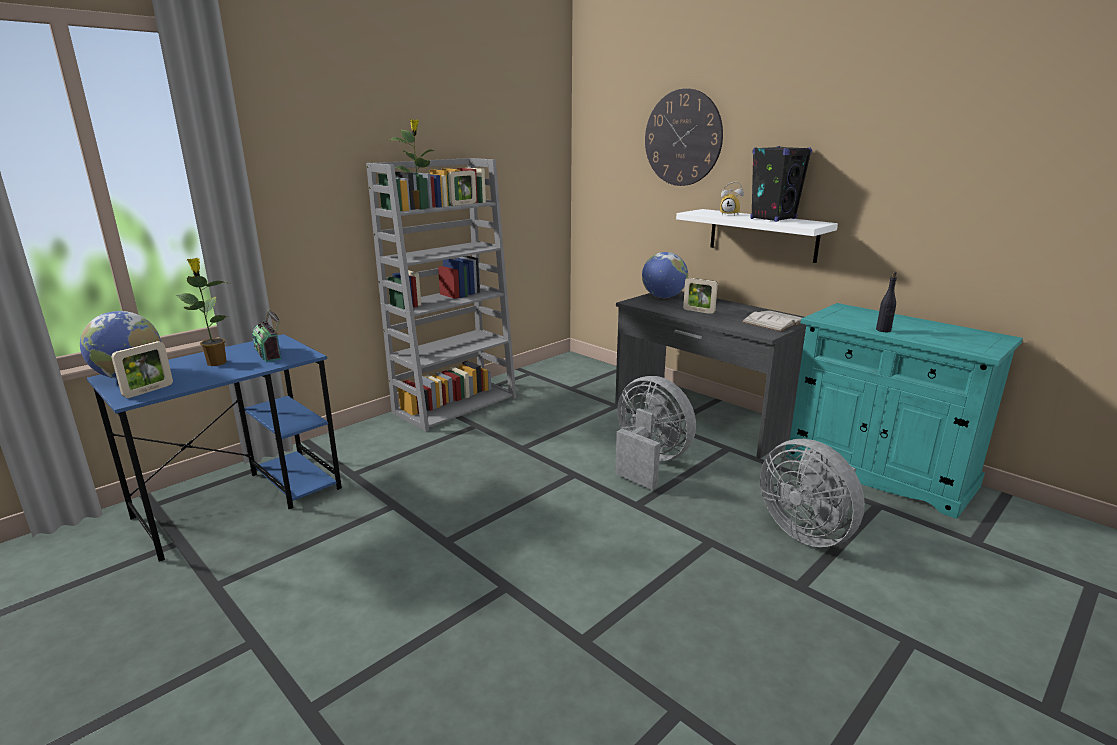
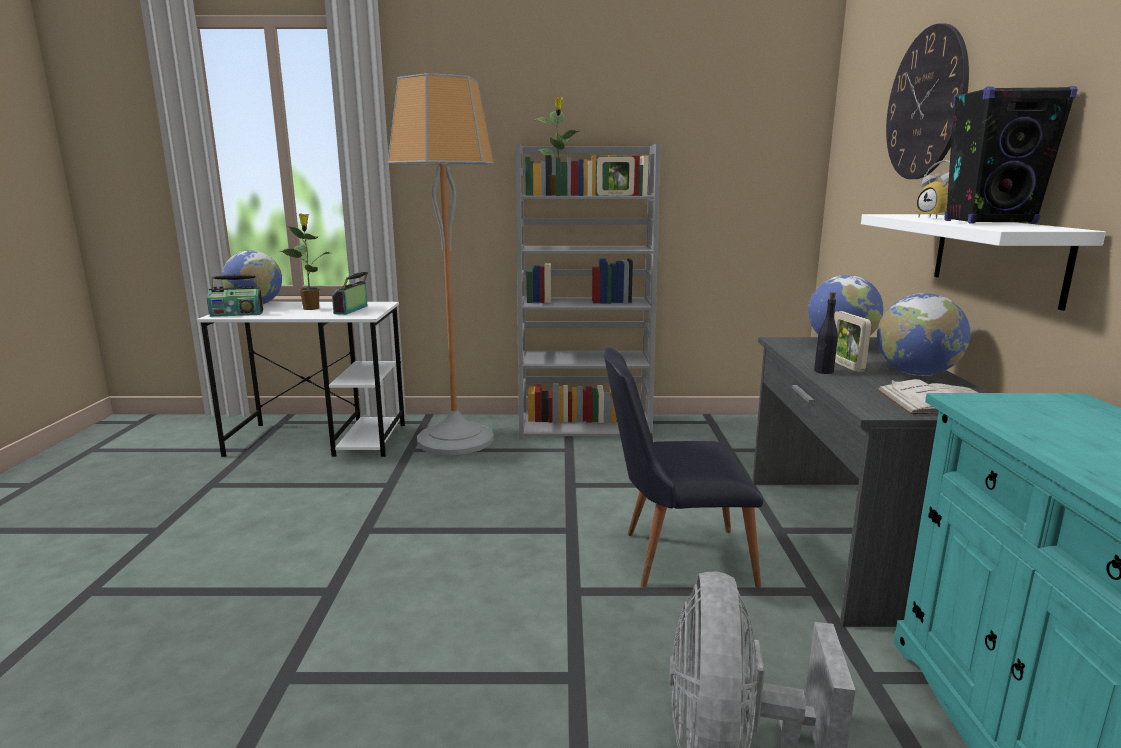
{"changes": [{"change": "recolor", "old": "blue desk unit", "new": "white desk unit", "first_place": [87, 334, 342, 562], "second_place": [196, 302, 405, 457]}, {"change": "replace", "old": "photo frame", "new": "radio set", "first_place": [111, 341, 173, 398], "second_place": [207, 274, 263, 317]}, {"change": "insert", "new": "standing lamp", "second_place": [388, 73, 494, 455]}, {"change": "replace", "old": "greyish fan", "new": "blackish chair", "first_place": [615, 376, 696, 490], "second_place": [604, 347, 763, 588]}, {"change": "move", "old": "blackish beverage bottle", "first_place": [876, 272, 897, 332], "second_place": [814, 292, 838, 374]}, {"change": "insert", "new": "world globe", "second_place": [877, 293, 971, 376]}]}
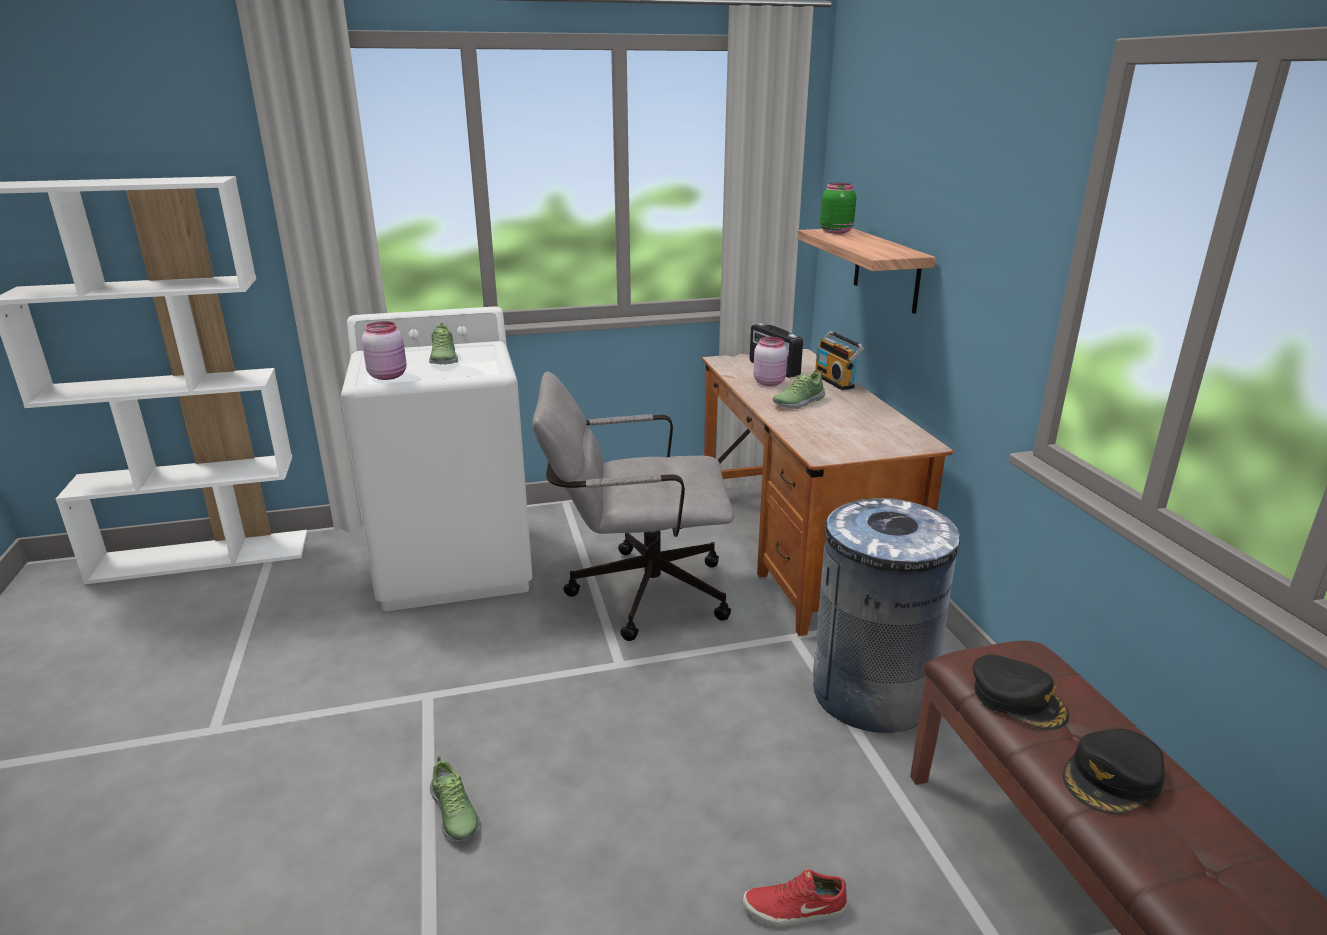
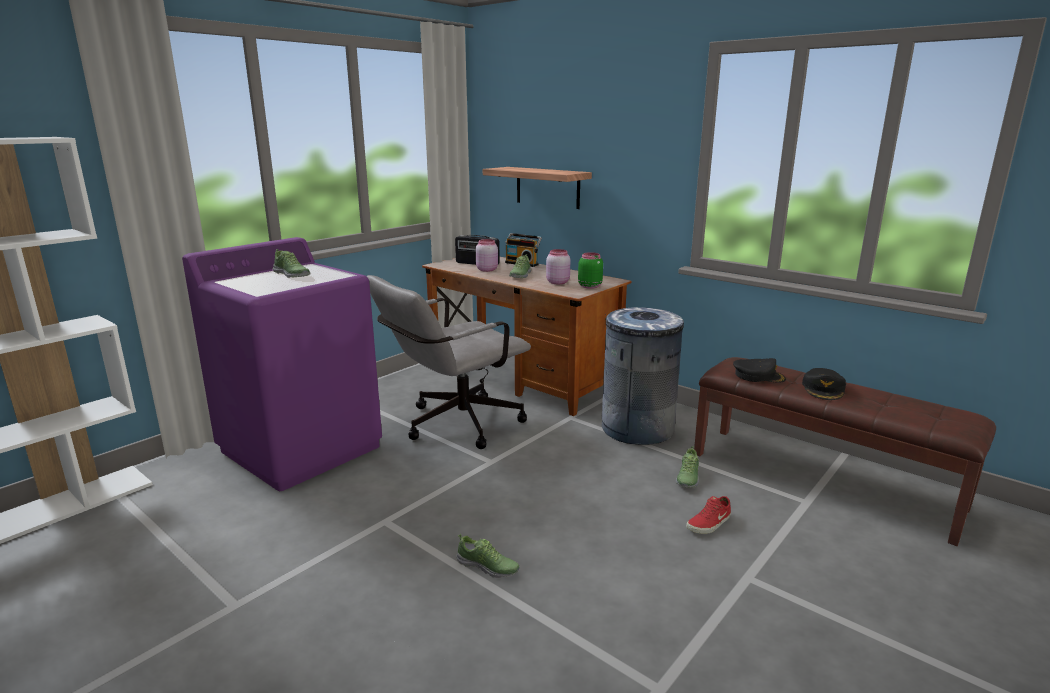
{"changes": [{"change": "recolor", "old": "white laundry machine", "new": "purple laundry machine", "first_place": [341, 306, 532, 611], "second_place": [182, 237, 382, 491]}, {"change": "move", "old": "pink storage jar", "first_place": [362, 321, 407, 380], "second_place": [546, 249, 570, 284]}, {"change": "move", "old": "green storage jar", "first_place": [820, 183, 856, 234], "second_place": [578, 252, 603, 289]}, {"change": "insert", "new": "shoe", "second_place": [676, 446, 699, 488]}]}
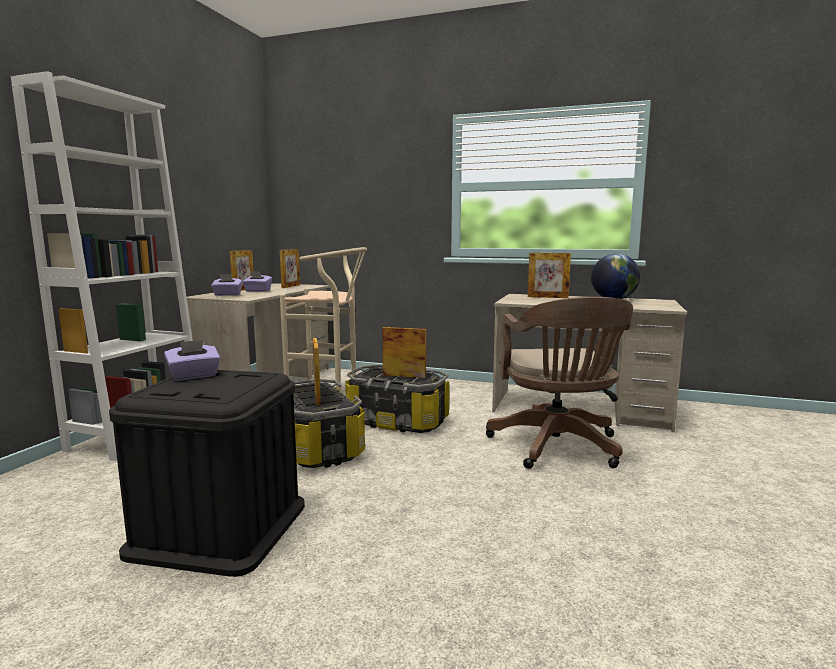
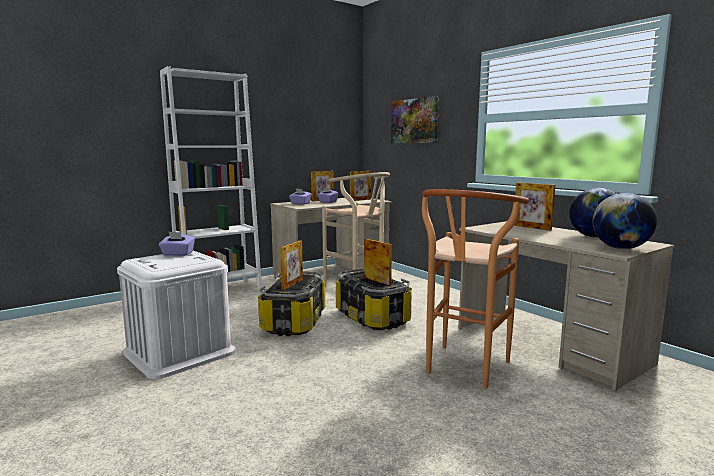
{"changes": [{"change": "recolor", "old": "blackish storage bin", "new": "white storage bin", "first_place": [109, 370, 305, 577], "second_place": [117, 251, 235, 379]}, {"change": "insert", "new": "picture", "second_place": [391, 96, 439, 143]}, {"change": "replace", "old": "brown computer chair", "new": "brown stool", "first_place": [486, 297, 633, 469], "second_place": [422, 189, 529, 388]}, {"change": "insert", "new": "world globe", "second_place": [592, 193, 657, 249]}]}
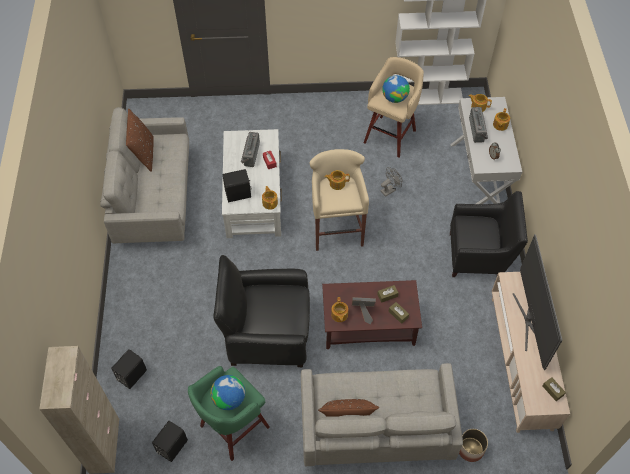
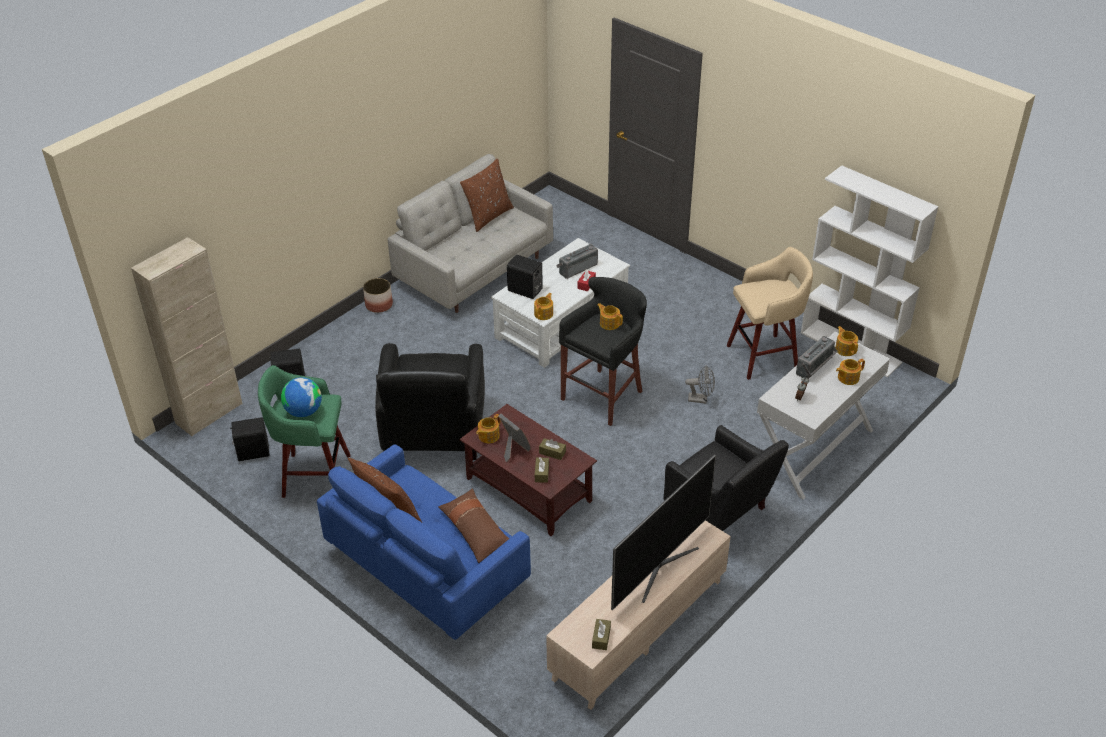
{"changes": [{"change": "recolor", "old": "greyish sofa", "new": "blue sofa", "first_place": [301, 363, 463, 466], "second_place": [317, 444, 531, 640]}, {"change": "move", "old": "planter", "first_place": [459, 429, 488, 462], "second_place": [363, 278, 393, 313]}, {"change": "rotate", "old": "blackish lounge chair", "first_place": [213, 255, 310, 367], "second_place": [375, 343, 485, 460], "degrees": -135}, {"change": "insert", "new": "brown pillow", "second_place": [438, 488, 509, 563]}, {"change": "recolor", "old": "beige stool", "new": "blackish stool", "first_place": [310, 149, 369, 251], "second_place": [559, 277, 647, 426]}, {"change": "delete", "old": "world globe", "first_place": [382, 75, 410, 103]}]}
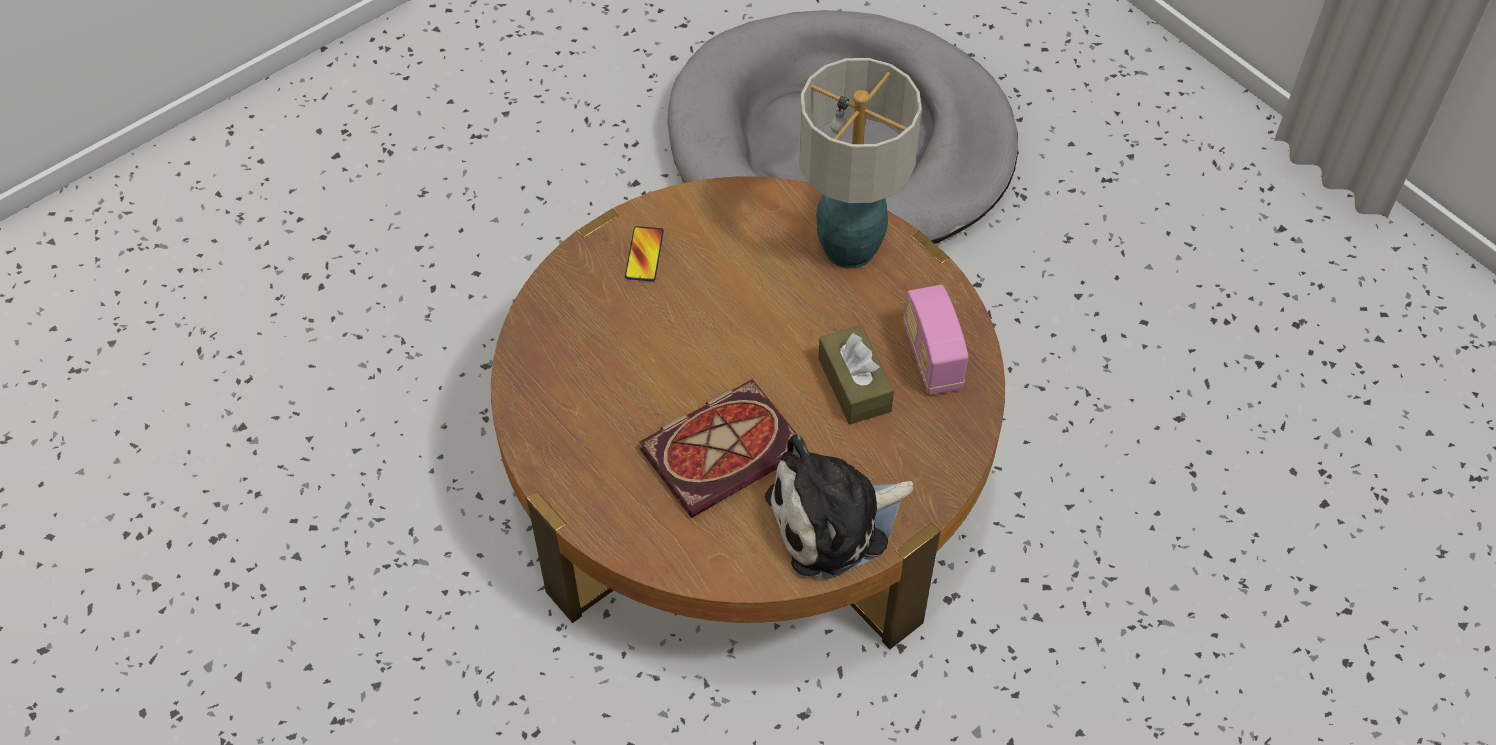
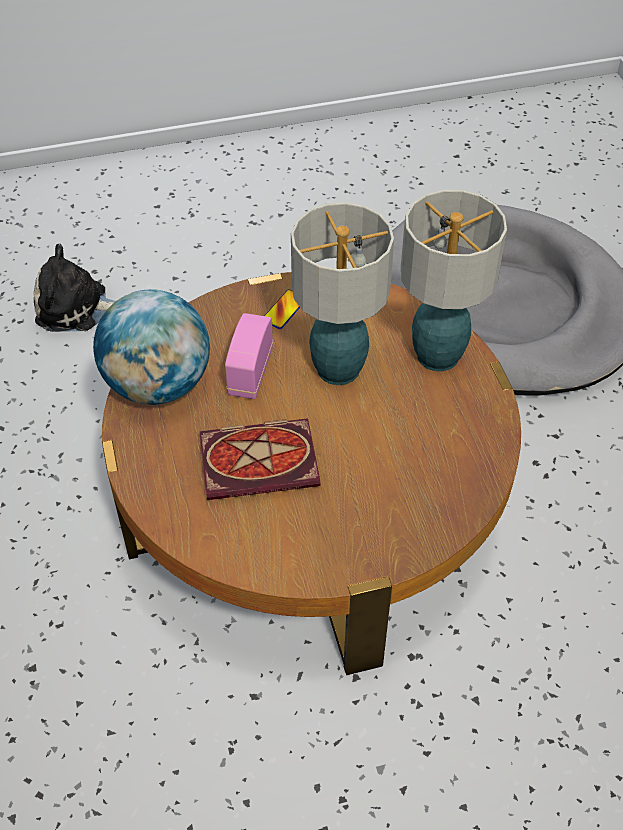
{"changes": [{"change": "move", "old": "cuddly toy", "first_place": [765, 434, 913, 579], "second_place": [34, 244, 116, 332]}, {"change": "insert", "new": "world globe", "second_place": [93, 289, 210, 405]}, {"change": "move", "old": "radio set", "first_place": [903, 285, 968, 395], "second_place": [225, 313, 273, 399]}, {"change": "insert", "new": "table lamp", "second_place": [291, 202, 394, 385]}, {"change": "delete", "old": "brown tissue holder", "first_place": [818, 325, 894, 424]}]}
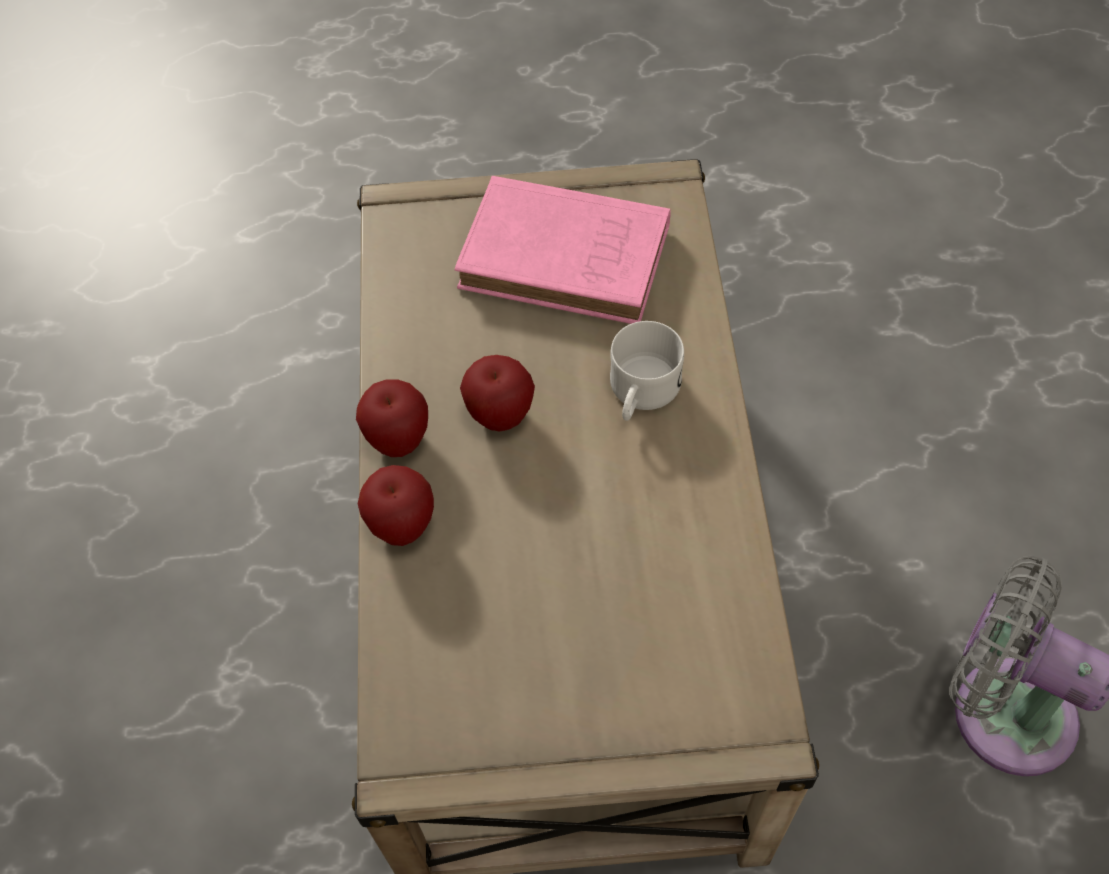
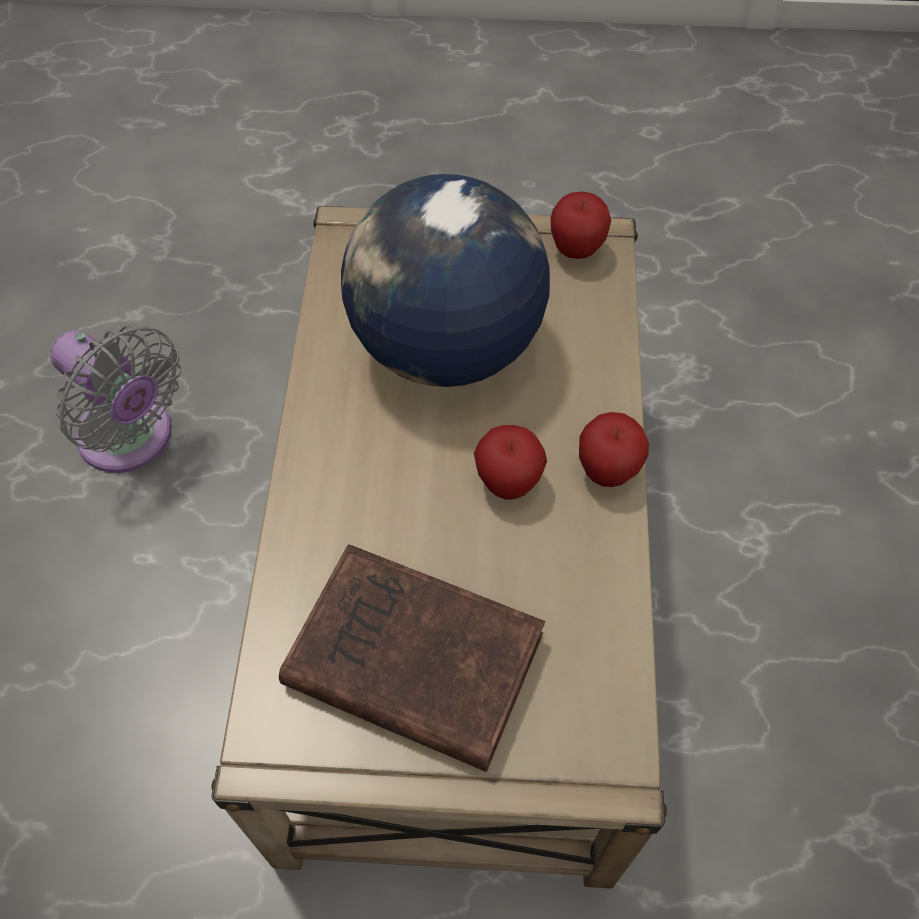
{"changes": [{"change": "recolor", "old": "pink bound book", "new": "brown bound book", "first_place": [455, 176, 671, 324], "second_place": [279, 544, 545, 772]}, {"change": "insert", "new": "world globe", "second_place": [341, 174, 550, 387]}, {"change": "move", "old": "apple", "first_place": [358, 465, 434, 546], "second_place": [551, 191, 611, 259]}, {"change": "delete", "old": "white tea mug", "first_place": [610, 321, 684, 421]}]}
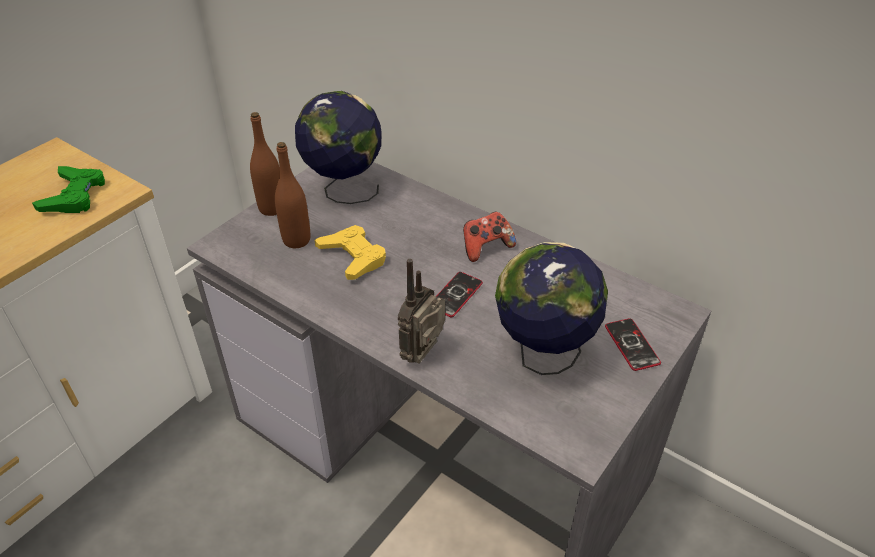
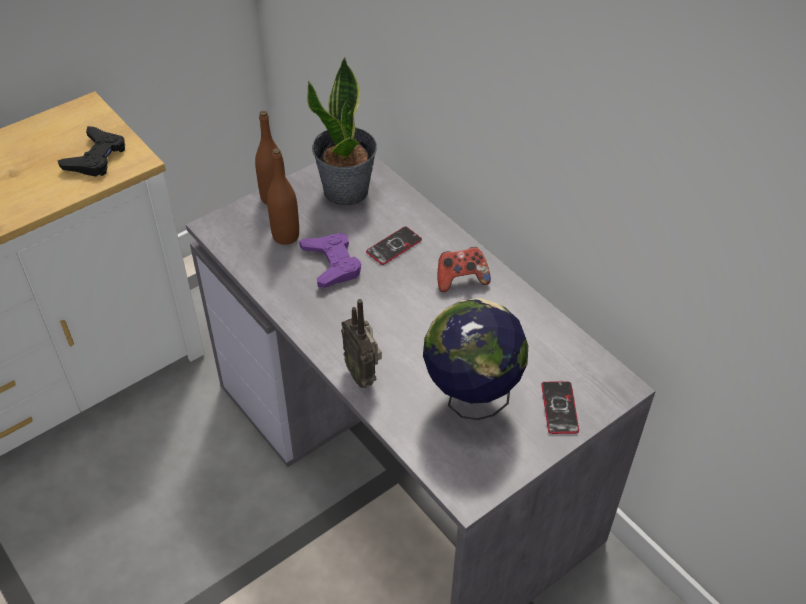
{"changes": [{"change": "recolor", "old": "green gamepad", "new": "blackish gamepad", "first_place": [32, 166, 105, 213], "second_place": [58, 126, 125, 177]}, {"change": "recolor", "old": "yellow-coloured gamepad", "new": "purple gamepad", "first_place": [315, 225, 386, 280], "second_place": [299, 233, 361, 288]}, {"change": "replace", "old": "world globe", "new": "houseplant", "first_place": [295, 91, 382, 204], "second_place": [307, 57, 377, 206]}, {"change": "rotate", "old": "radio set", "first_place": [398, 259, 445, 364], "second_place": [341, 299, 382, 388], "degrees": -75}, {"change": "move", "old": "handset", "first_place": [436, 272, 483, 317], "second_place": [366, 226, 422, 265]}]}
